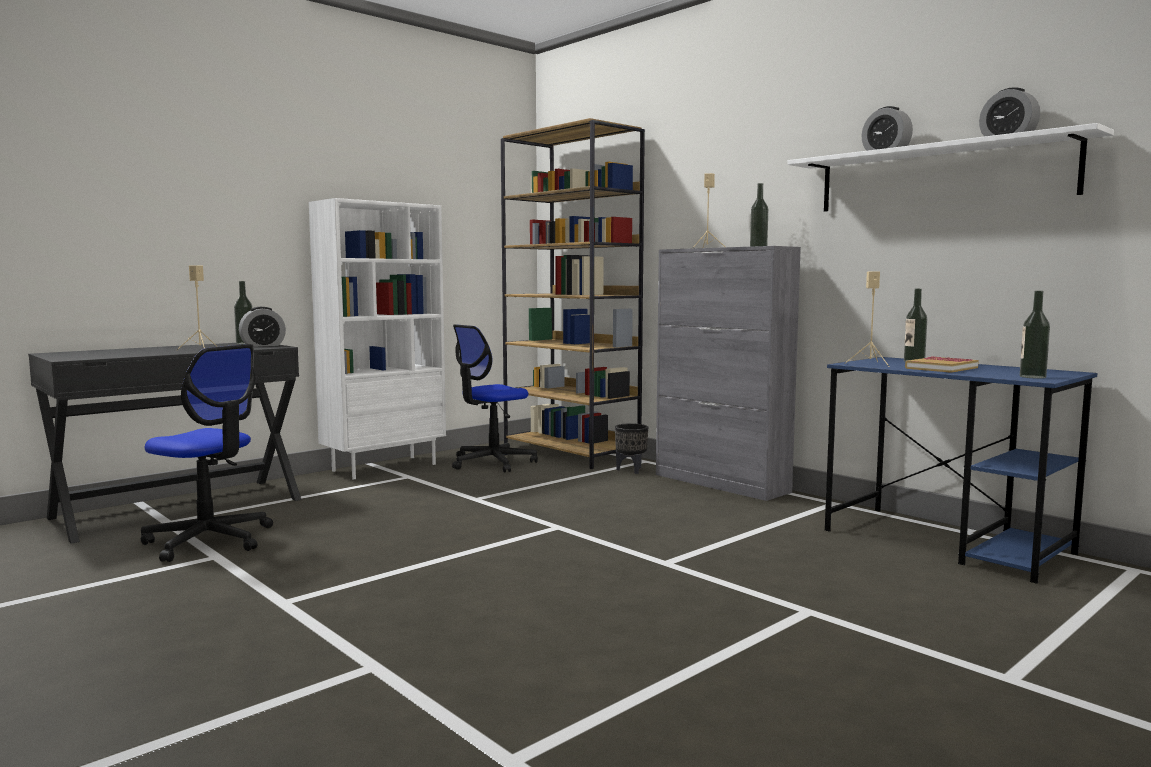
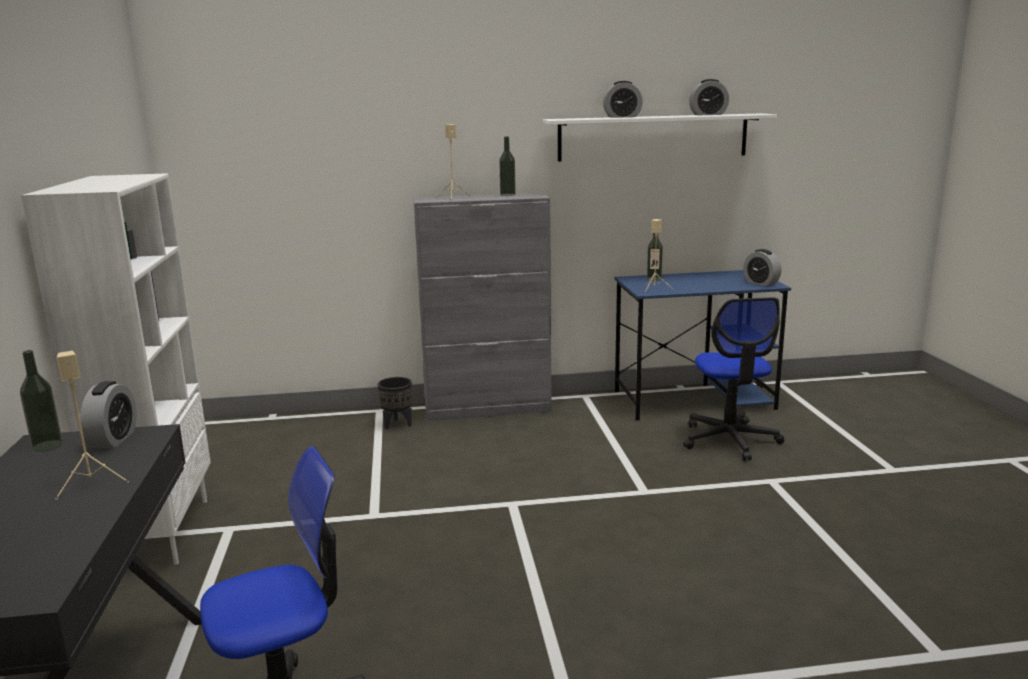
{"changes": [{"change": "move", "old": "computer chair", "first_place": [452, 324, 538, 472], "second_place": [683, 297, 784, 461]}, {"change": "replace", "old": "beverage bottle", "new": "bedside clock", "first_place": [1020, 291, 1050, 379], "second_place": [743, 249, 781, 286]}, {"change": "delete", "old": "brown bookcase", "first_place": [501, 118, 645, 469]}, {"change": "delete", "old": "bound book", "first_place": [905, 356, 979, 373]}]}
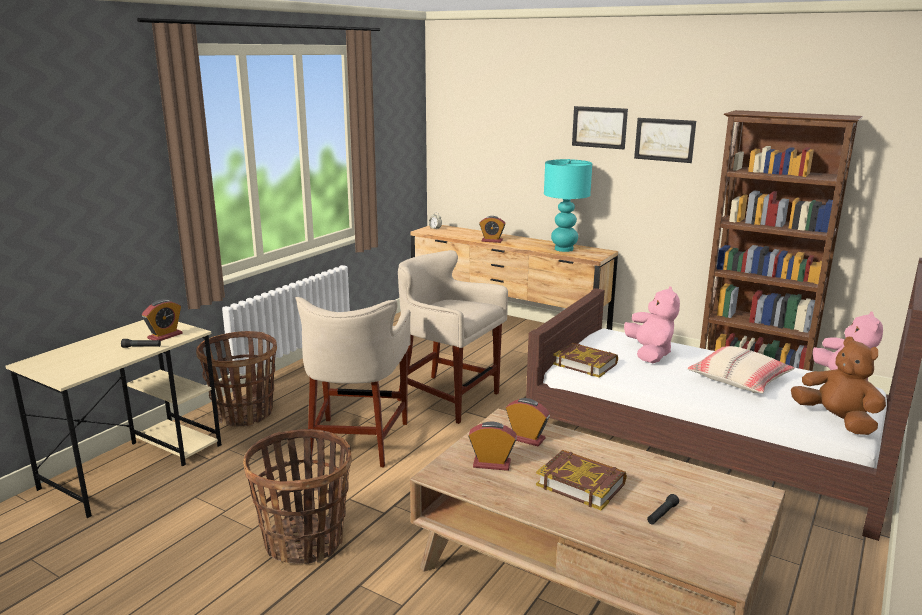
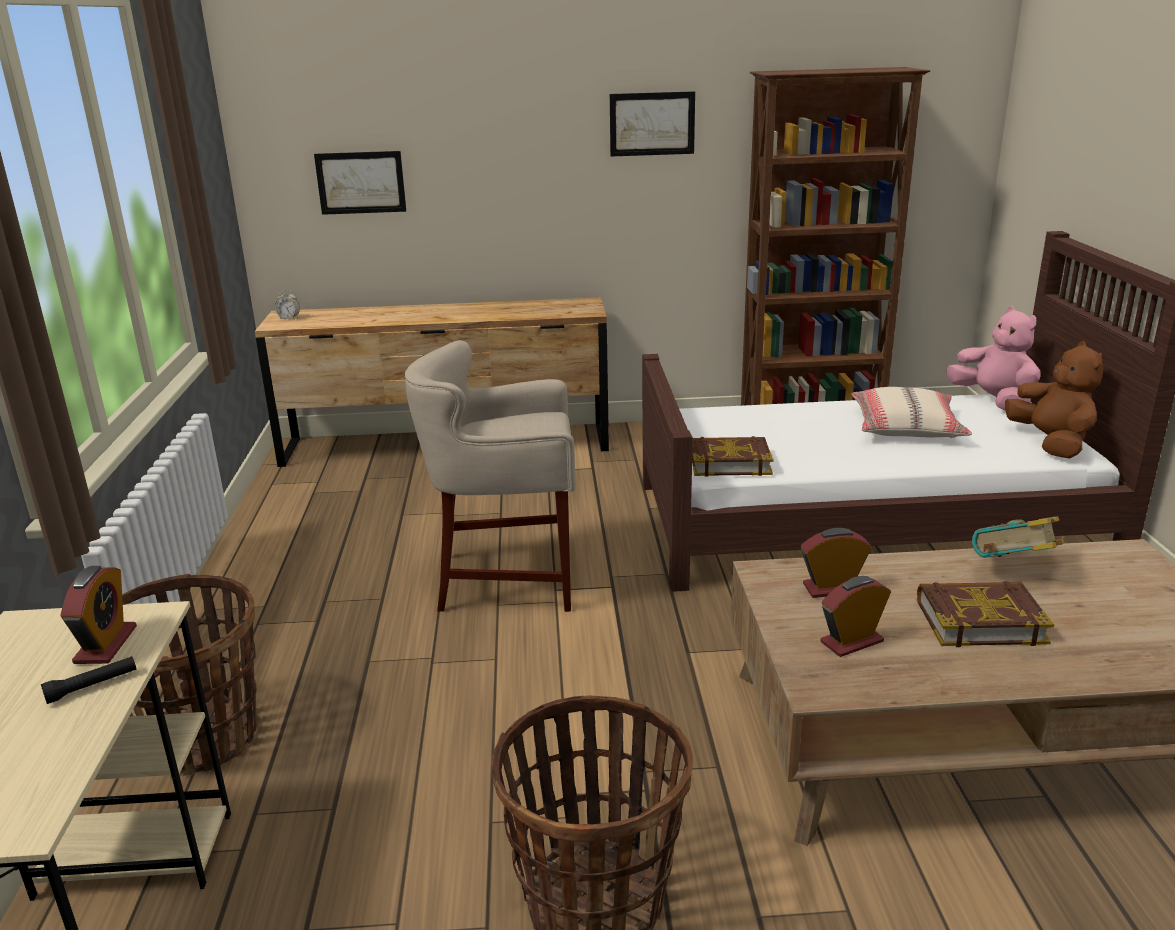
{"changes": [{"change": "move", "old": "picture", "first_place": [572, 106, 628, 149], "second_place": [314, 151, 406, 215]}, {"change": "insert", "new": "bound book", "second_place": [972, 516, 1064, 558]}, {"change": "rotate", "old": "brown cuddly toy", "first_place": [791, 337, 886, 435], "second_place": [1005, 341, 1103, 459], "degrees": 60}, {"change": "delete", "old": "beige stool", "first_place": [296, 297, 411, 467]}, {"change": "delete", "old": "bedside clock", "first_place": [479, 216, 506, 243]}, {"change": "delete", "old": "turquoise-coloured table lamp", "first_place": [544, 159, 592, 252]}, {"change": "delete", "old": "pink cuddly toy", "first_place": [624, 286, 680, 363]}, {"change": "delete", "old": "blackish flashlight", "first_place": [647, 494, 679, 524]}]}
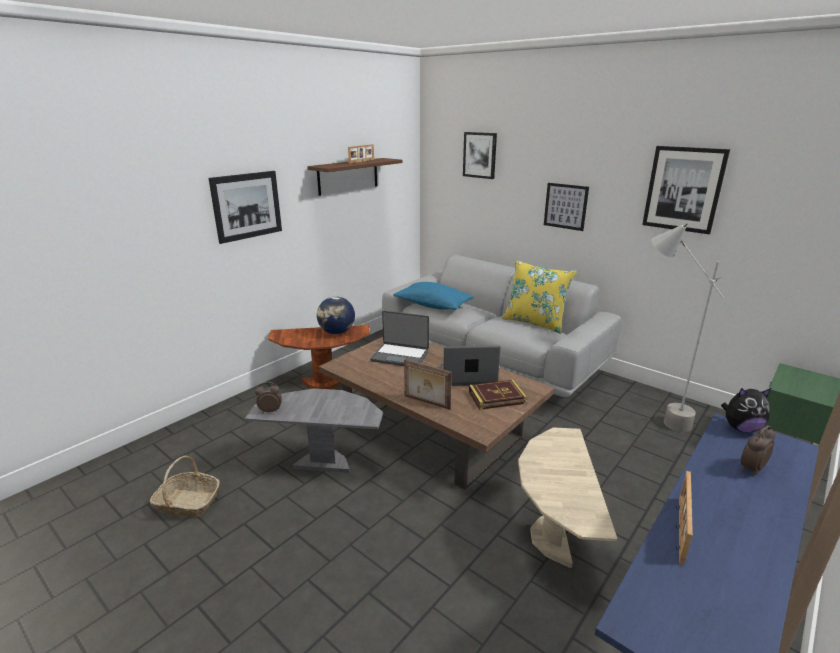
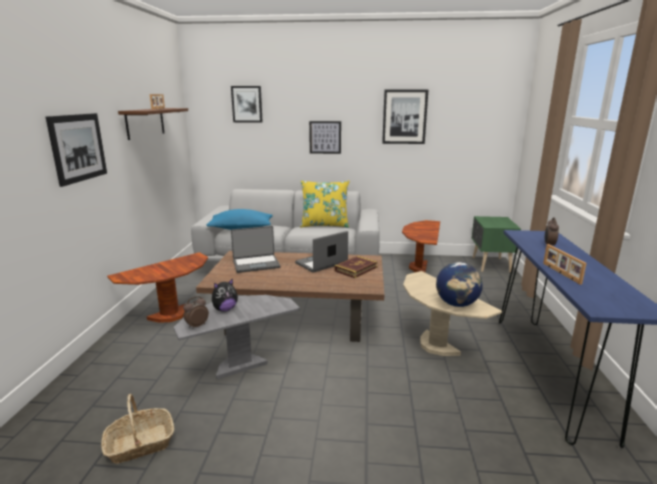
{"changes": [{"change": "move", "old": "cuddly toy", "first_place": [721, 388, 771, 433], "second_place": [212, 278, 238, 312]}, {"change": "replace", "old": "greyish standing lamp", "new": "brown side table", "first_place": [652, 223, 723, 432], "second_place": [402, 220, 440, 272]}, {"change": "move", "old": "world globe", "first_place": [317, 296, 355, 334], "second_place": [436, 262, 483, 307]}, {"change": "delete", "old": "photo frame", "first_place": [404, 359, 452, 410]}]}
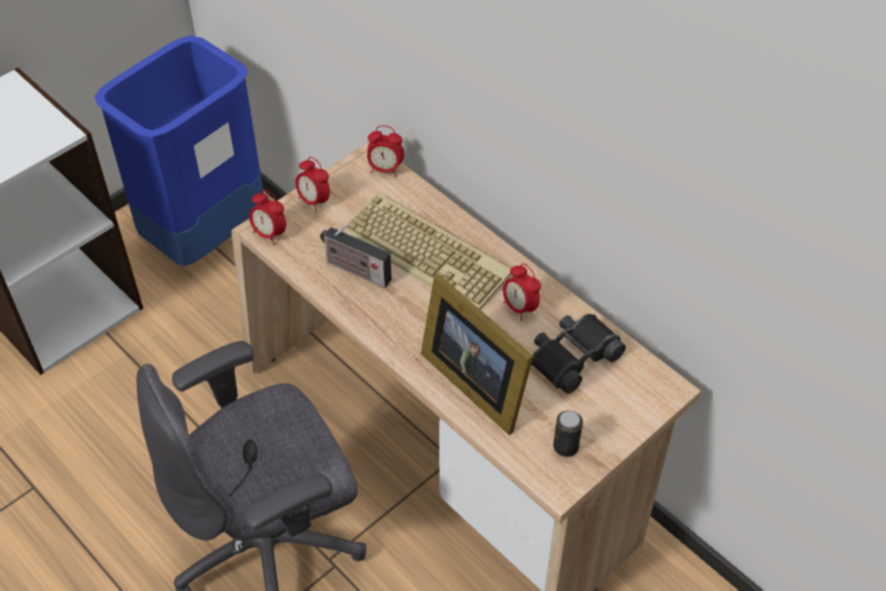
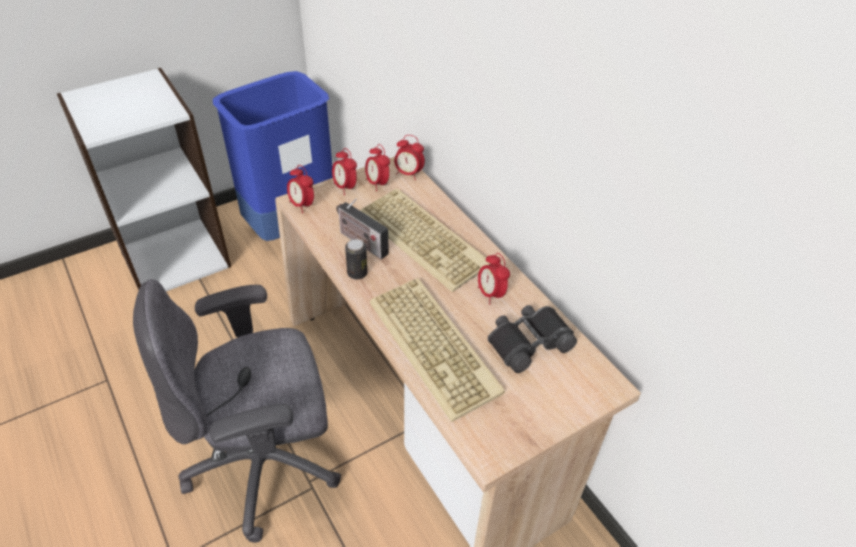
{"changes": [{"change": "move", "old": "metal can", "first_place": [553, 410, 583, 457], "second_place": [345, 239, 367, 279]}, {"change": "insert", "new": "bedside clock", "second_place": [365, 144, 390, 191]}, {"change": "replace", "old": "photo frame", "new": "computer keyboard", "first_place": [421, 274, 533, 435], "second_place": [370, 278, 505, 422]}]}
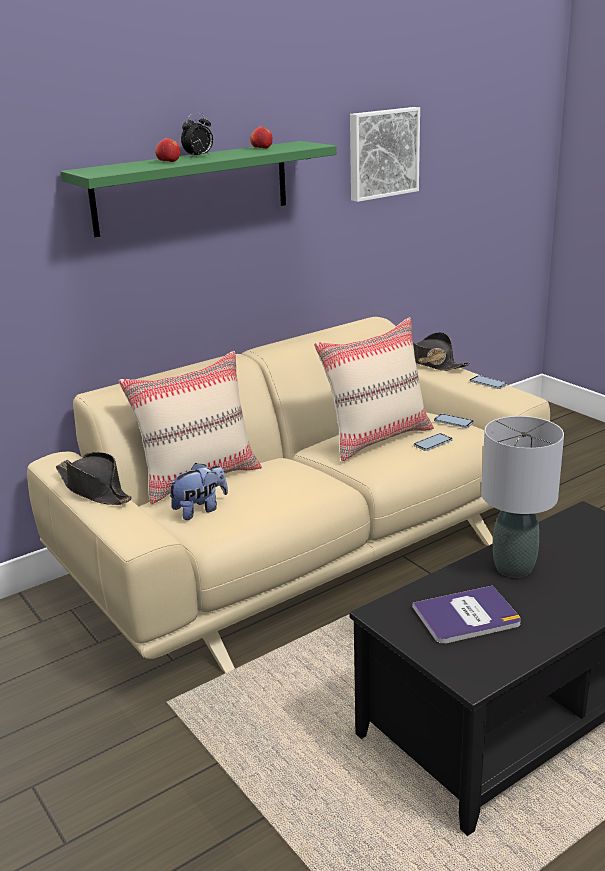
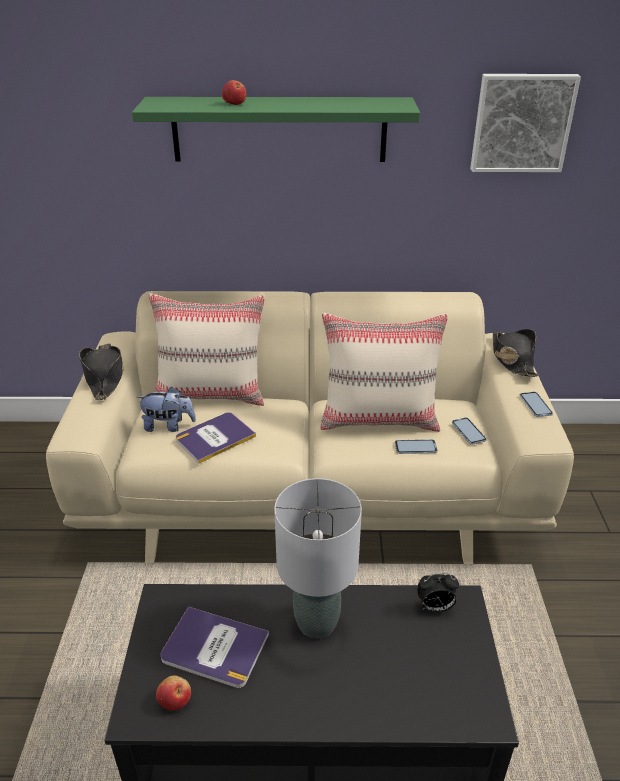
{"changes": [{"change": "move", "old": "apple", "first_place": [250, 126, 273, 149], "second_place": [156, 676, 191, 710]}, {"change": "insert", "new": "bound book", "second_place": [176, 412, 256, 463]}, {"change": "move", "old": "bedside clock", "first_place": [181, 113, 213, 158], "second_place": [417, 573, 459, 612]}]}
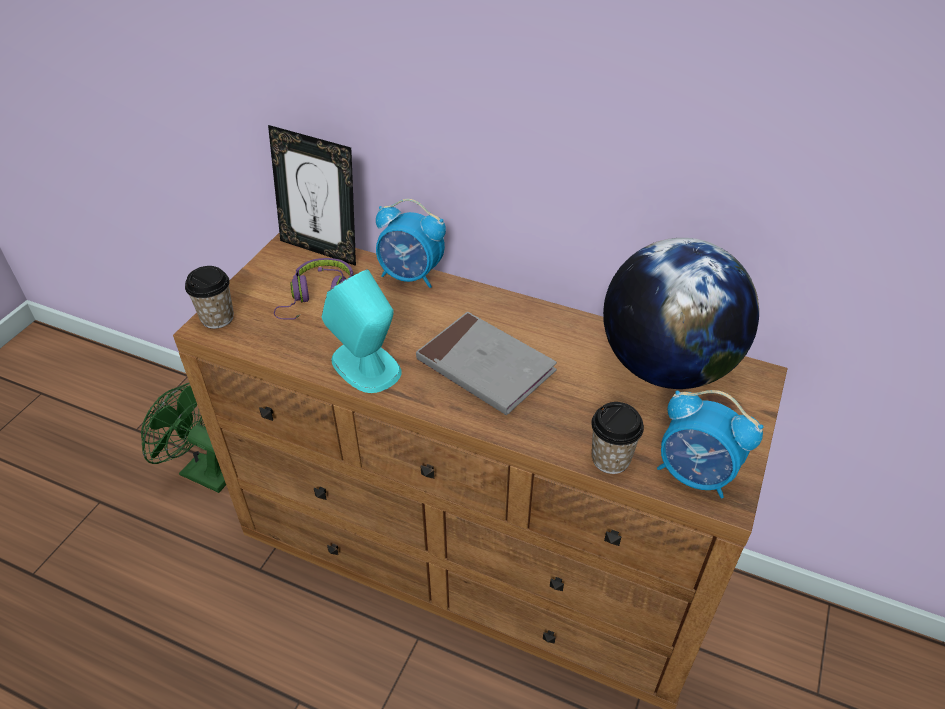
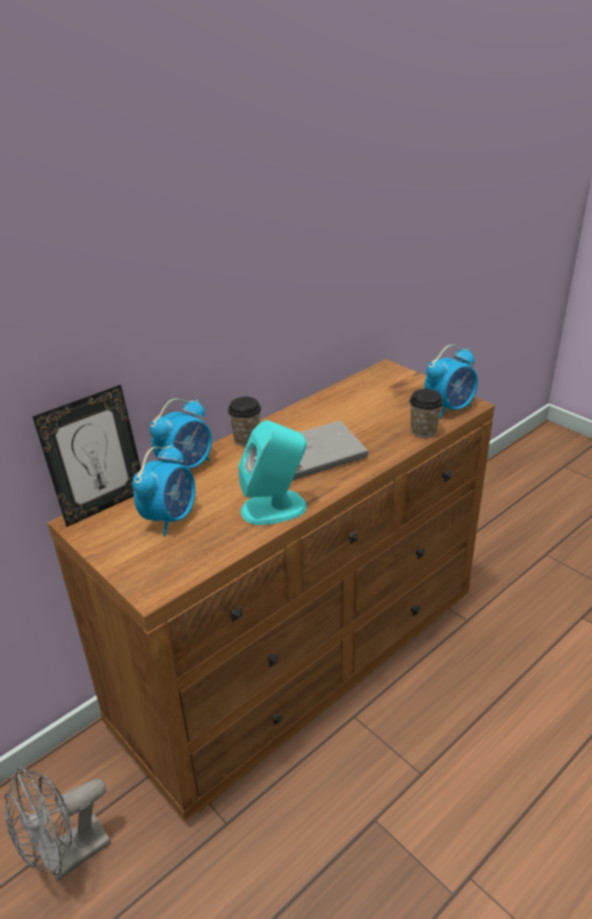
{"changes": [{"change": "recolor", "old": "green fan", "new": "greyish fan", "first_place": [141, 383, 226, 493], "second_place": [5, 767, 111, 882]}, {"change": "replace", "old": "purple pair of headphones", "new": "bedside clock", "first_place": [274, 258, 354, 320], "second_place": [132, 444, 196, 536]}, {"change": "move", "old": "small cup", "first_place": [185, 266, 234, 329], "second_place": [228, 397, 261, 446]}, {"change": "delete", "old": "world globe", "first_place": [603, 238, 759, 389]}]}
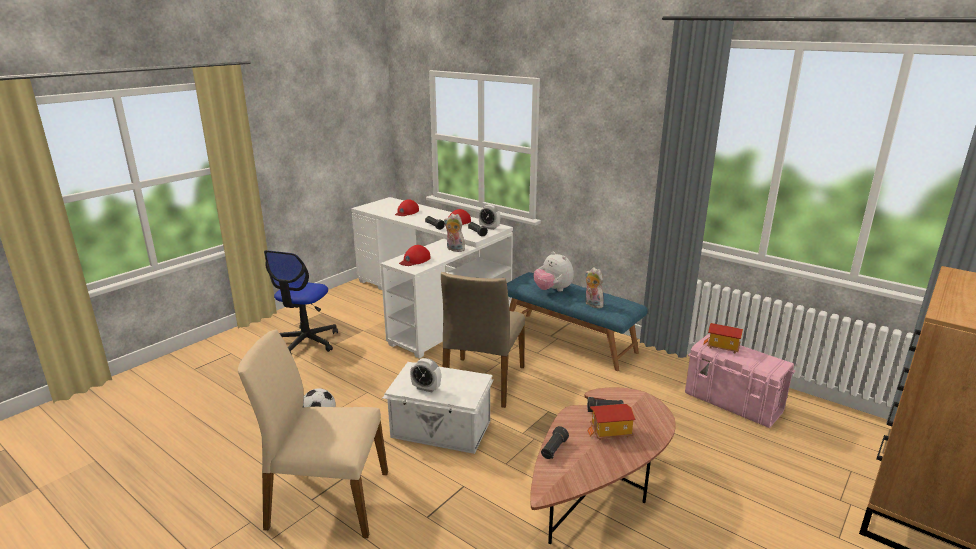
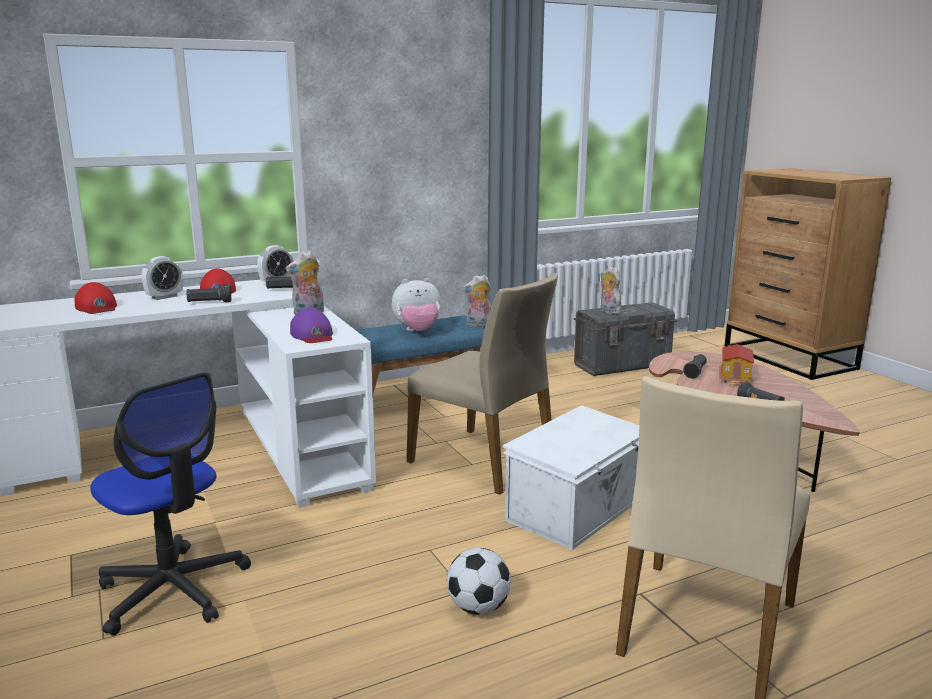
{"changes": [{"change": "move", "old": "bedside clock", "first_place": [410, 358, 441, 392], "second_place": [142, 256, 183, 300]}, {"change": "recolor", "old": "red-coloured baseball cap", "new": "purple baseball cap", "first_place": [399, 245, 431, 266], "second_place": [290, 308, 333, 343]}, {"change": "recolor", "old": "pink storage bin", "new": "greyish storage bin", "first_place": [685, 334, 795, 428], "second_place": [574, 302, 677, 376]}, {"change": "replace", "old": "miniature house", "new": "cuddly toy", "first_place": [703, 323, 743, 354], "second_place": [600, 266, 622, 314]}]}
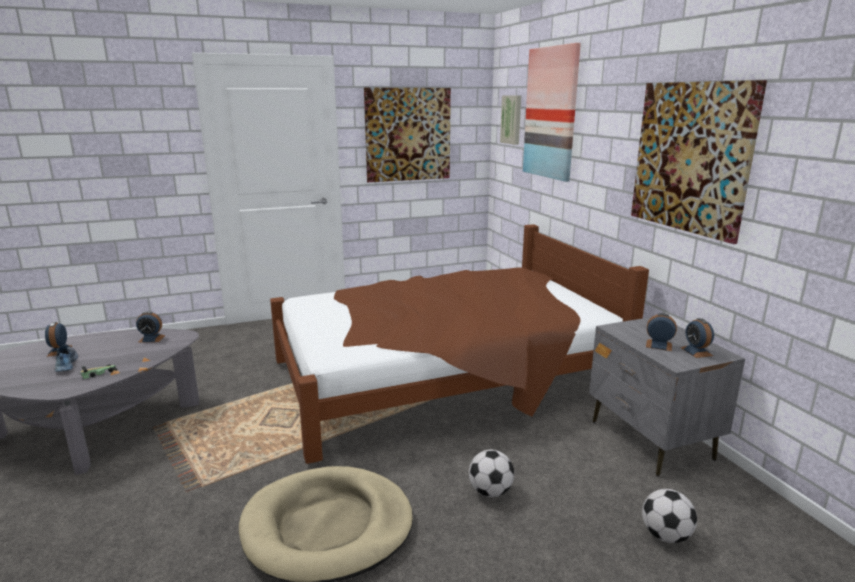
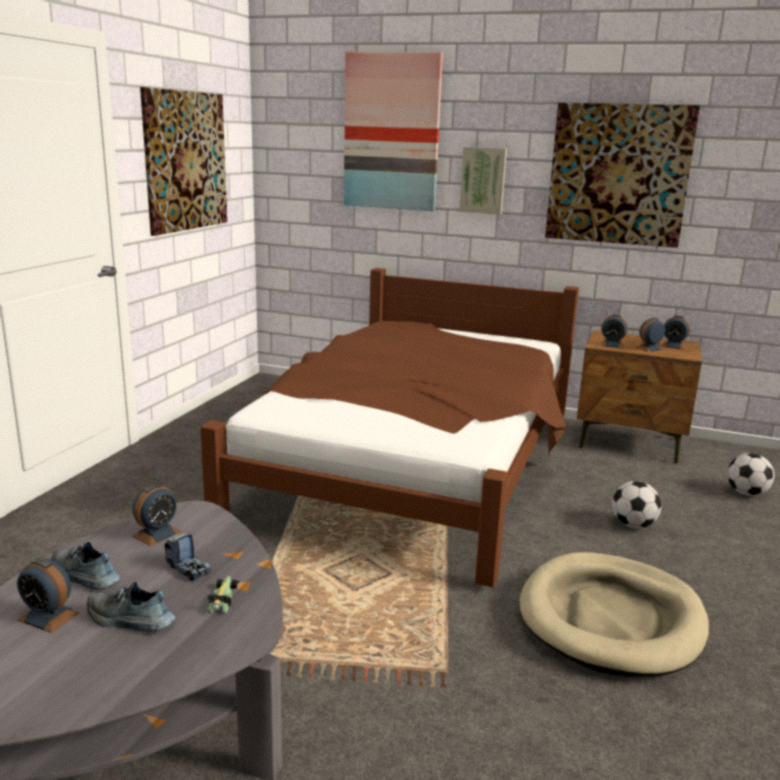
{"changes": [{"change": "insert", "new": "shoe", "second_place": [51, 542, 120, 590]}, {"change": "insert", "new": "toy lorry", "second_place": [165, 533, 211, 581]}, {"change": "move", "old": "picture", "first_place": [500, 95, 521, 145], "second_place": [459, 147, 507, 215]}, {"change": "recolor", "old": "greyish bedside table", "new": "brown bedside table", "first_place": [589, 317, 745, 477], "second_place": [577, 330, 702, 463]}, {"change": "insert", "new": "bedside clock", "second_place": [600, 314, 628, 349]}]}
